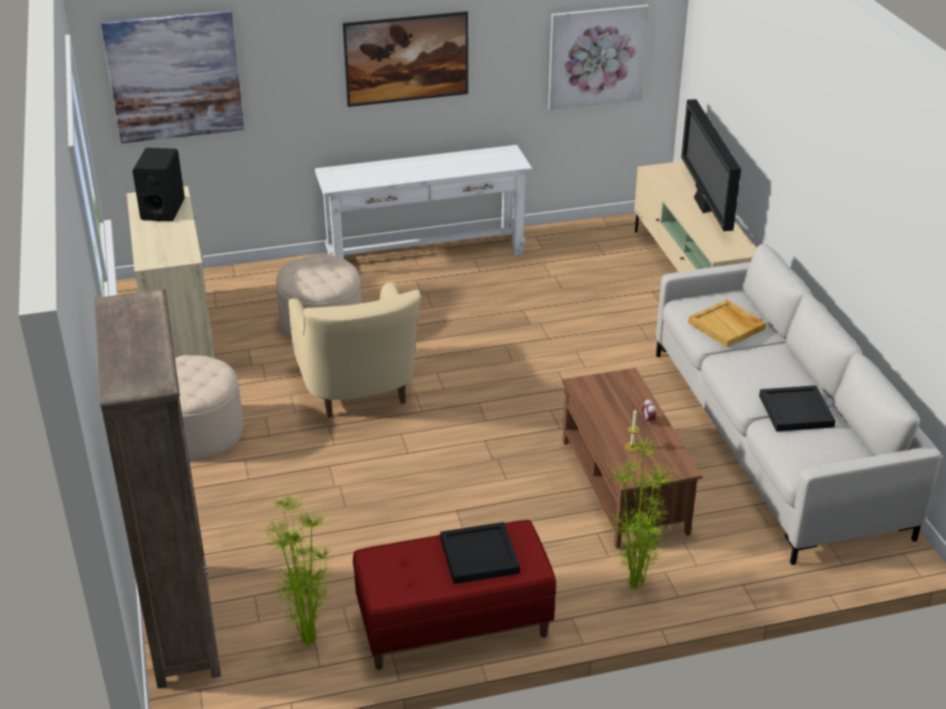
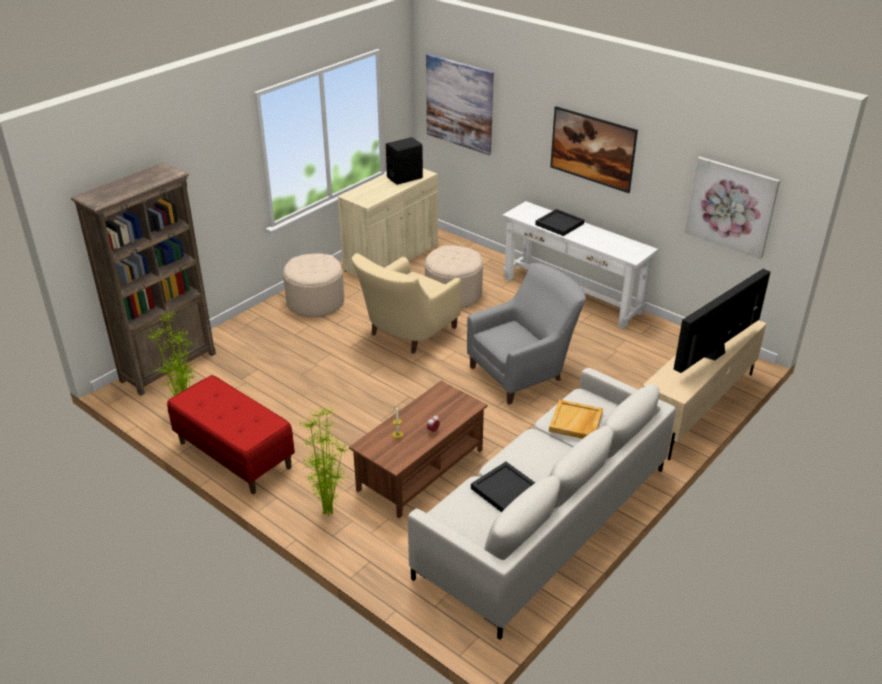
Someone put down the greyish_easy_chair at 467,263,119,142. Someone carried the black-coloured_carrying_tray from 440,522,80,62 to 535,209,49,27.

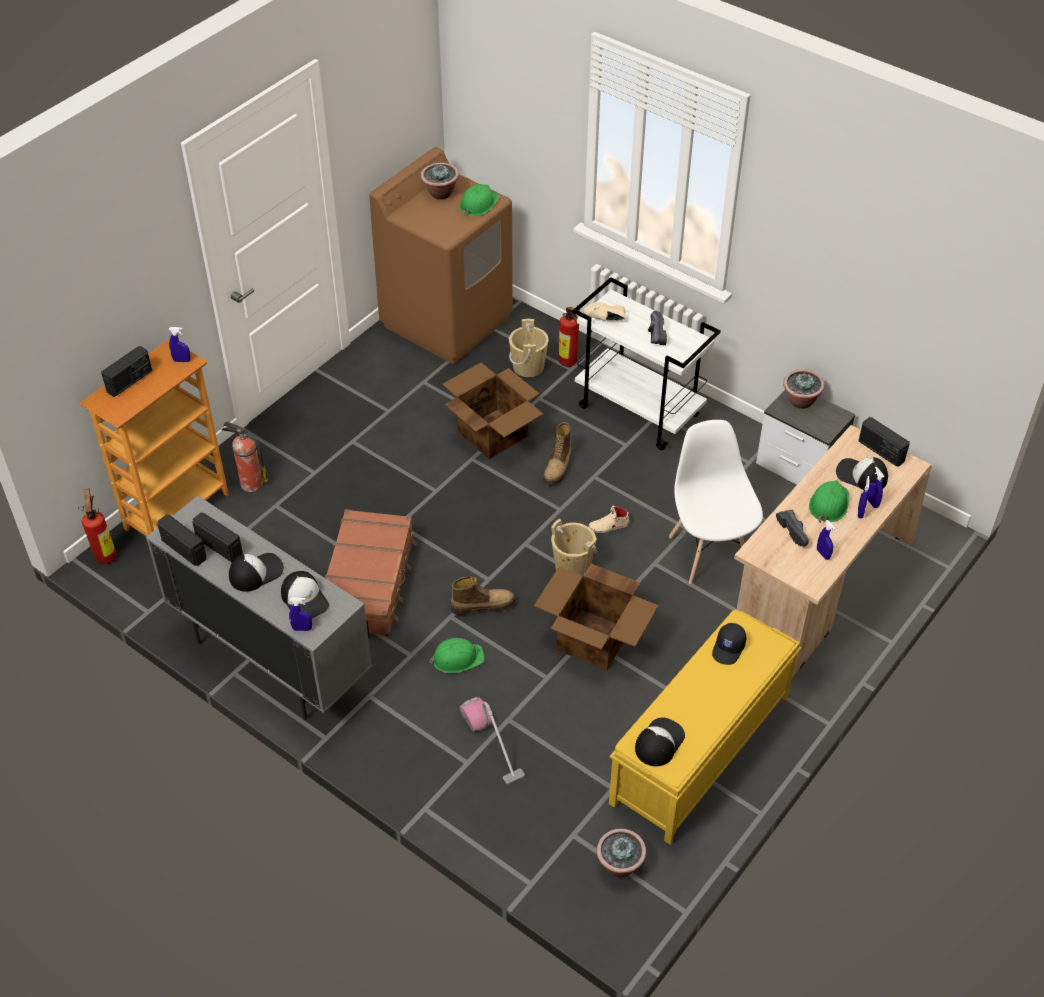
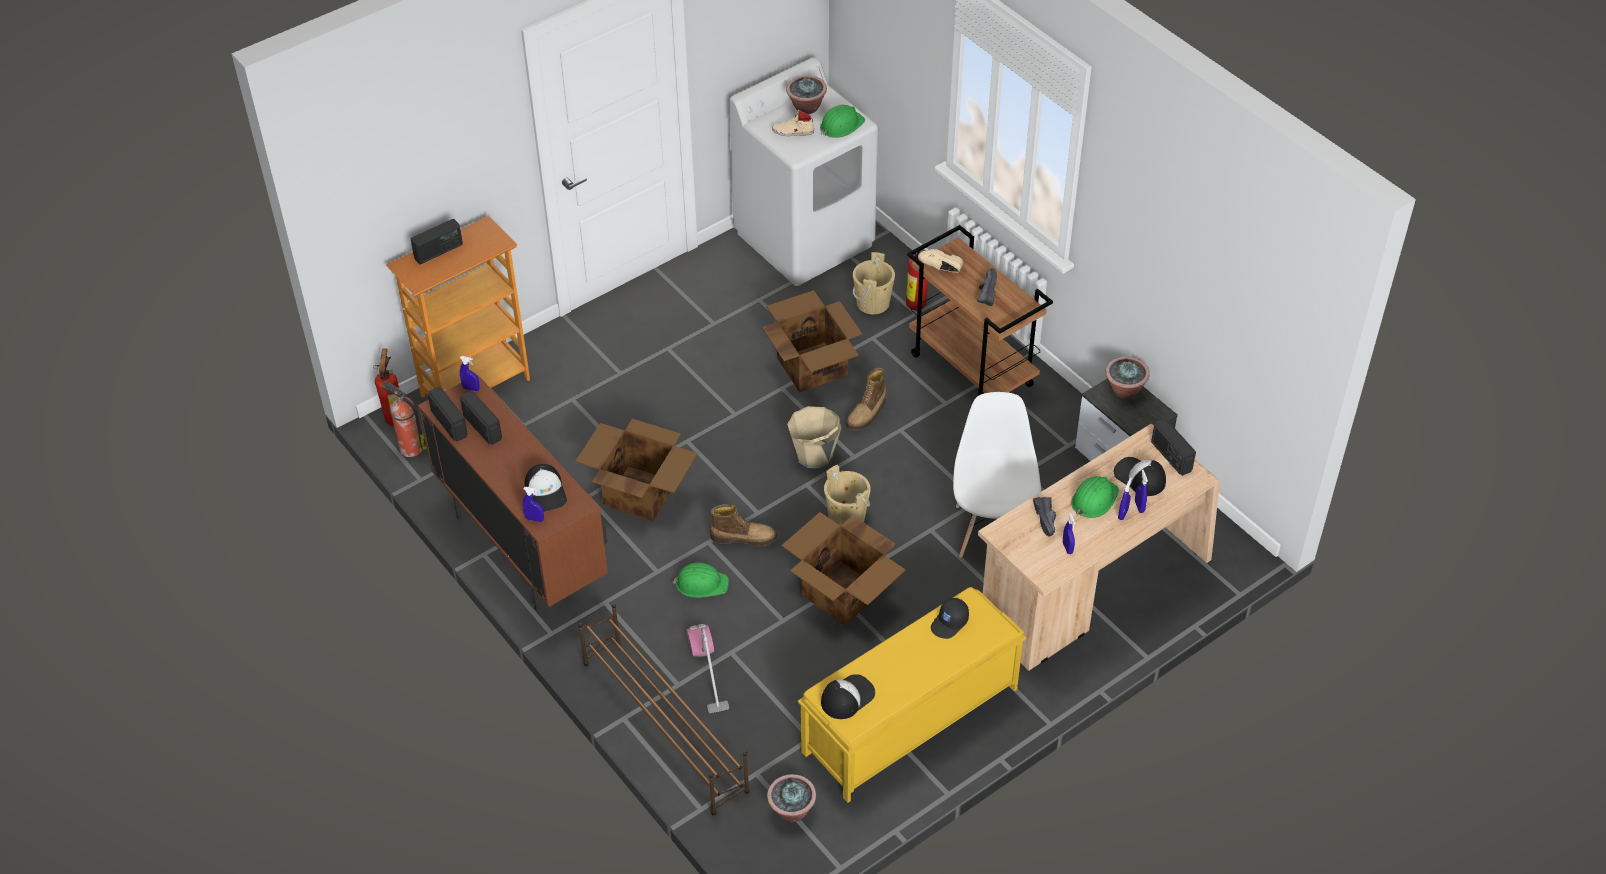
Someone took away the cap at 229,553,55,39. Someone put down the brown-coloured_shoe_shelf at 579,604,170,212. Someone put down the beige_bucket at 787,406,55,63. Someone carried the blue_sprayer from 169,327,22,35 to 460,356,20,36. Someone carried the fire_extinguisher from 222,421,46,71 to 381,381,46,76. Someone carried the beige_item_of_footwear from 588,506,42,27 to 772,110,42,26. Someone swapped the brown-coloured_piece_of_luggage at 324,509,93,127 for the cardboard_box at 575,419,123,102. Someone repainted the greyish_cabinet at 146,496,226,224, which became the brown-coloured_cabinet at 418,374,190,238. Someone repainted the brown-coloured_laundry_machine at 369,147,144,217, which became the white_laundry_machine at 730,58,148,228. Someone repainted the white_wheeled_cart at 573,277,148,173, which became the brown-coloured_wheeled_cart at 907,225,146,171.

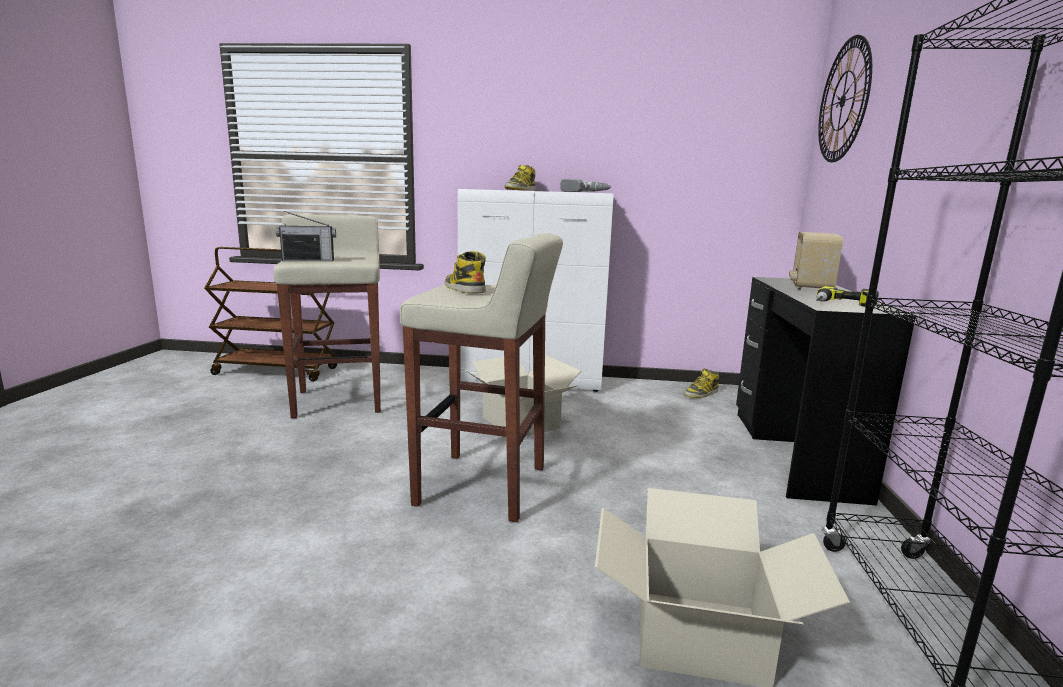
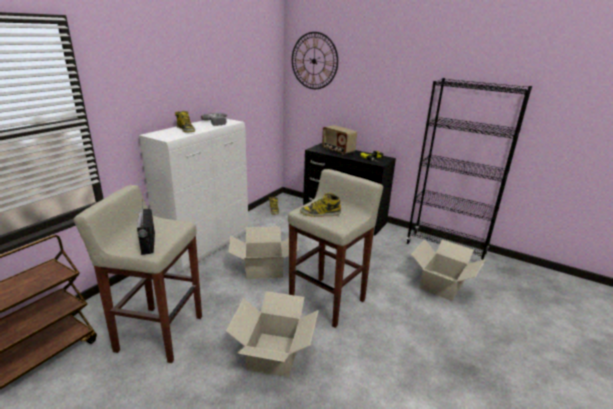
Someone put down the cardboard_box at 226,291,93,87. Someone rotated the radio_receiver at 276,211,60,50 by 150 degrees clockwise.

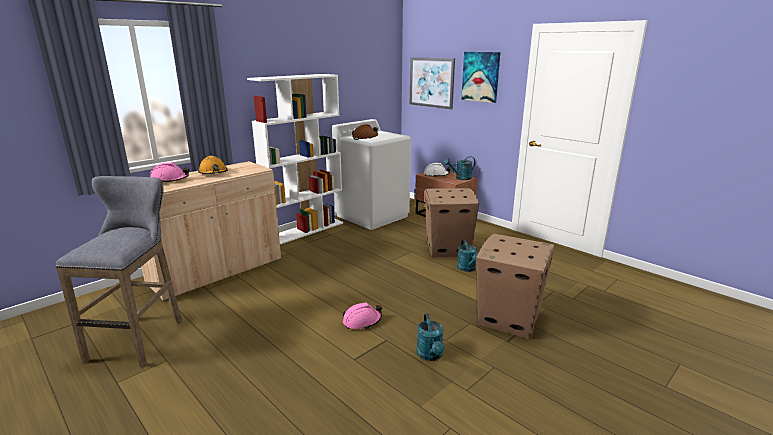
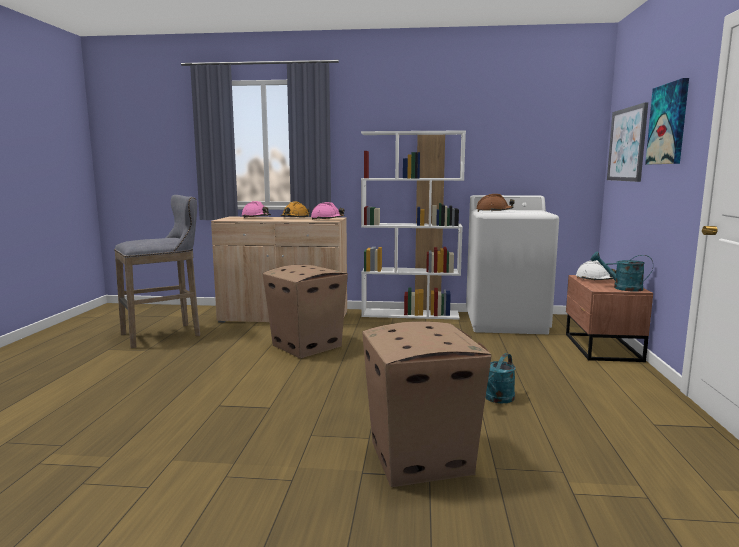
Someone took away the blue-green_sprinkling_can at 417,313,27,48. Someone carried the pink-coloured_hard_hat from 343,302,39,27 to 311,202,34,18. Someone carried the cardboard_box from 425,188,54,69 to 262,265,86,93.

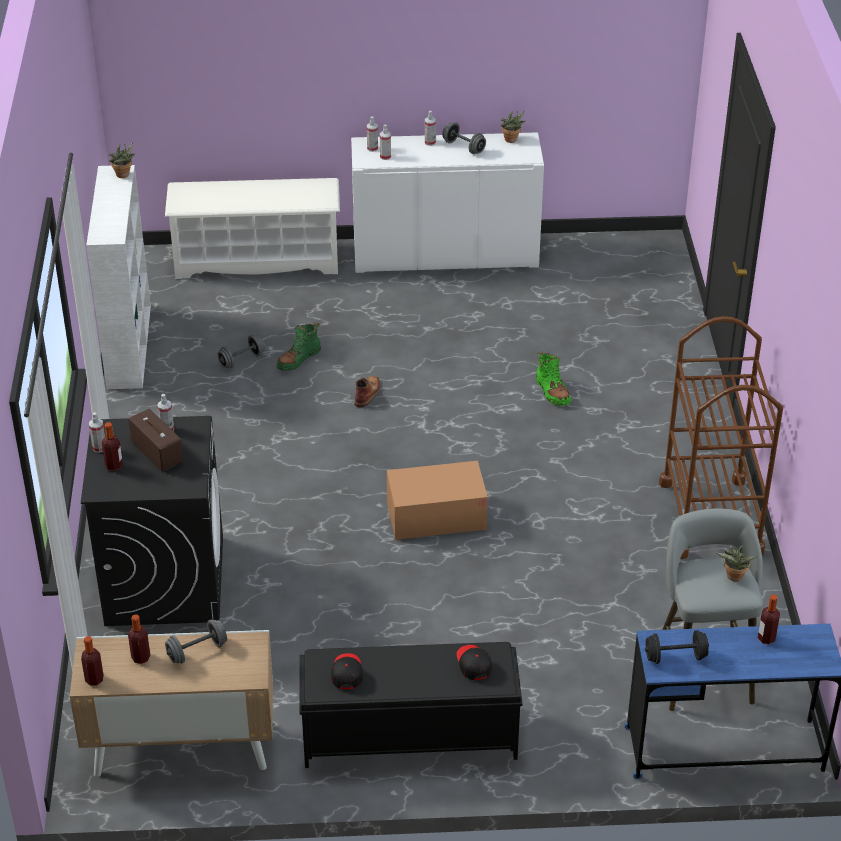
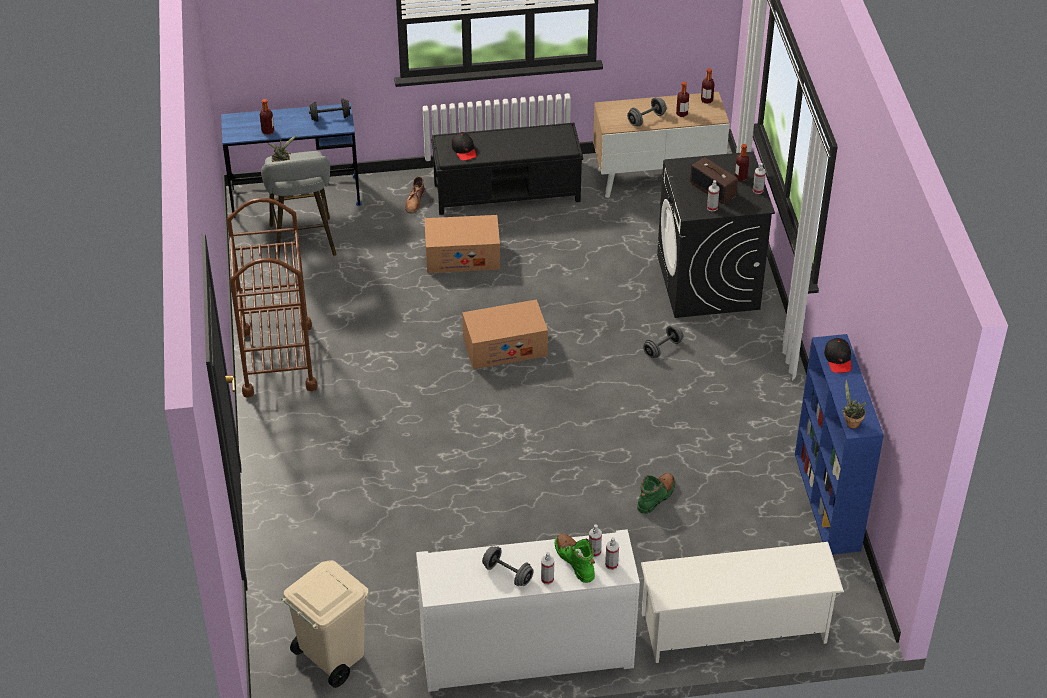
Someone took away the plant_in_a_pot at 501,111,24,32. Someone put down the beige_rubbish_bin at 281,560,88,128. Someone put down the cardboard_box at 424,215,76,58. Someone carried the greyish_dumbbell from 218,335,46,33 to 643,325,40,33. Someone carried the black-coloured_cap from 331,653,32,36 to 824,338,27,35. Someone carried the brown-coloured_high-top_boot from 354,375,27,33 to 405,177,20,37. Someone carried the green-coloured_high-top_boot from 536,351,35,55 to 555,534,40,49. Someone repainted the white_bookshelf at 86,165,65,224, which became the blue_bookshelf at 795,334,89,221.

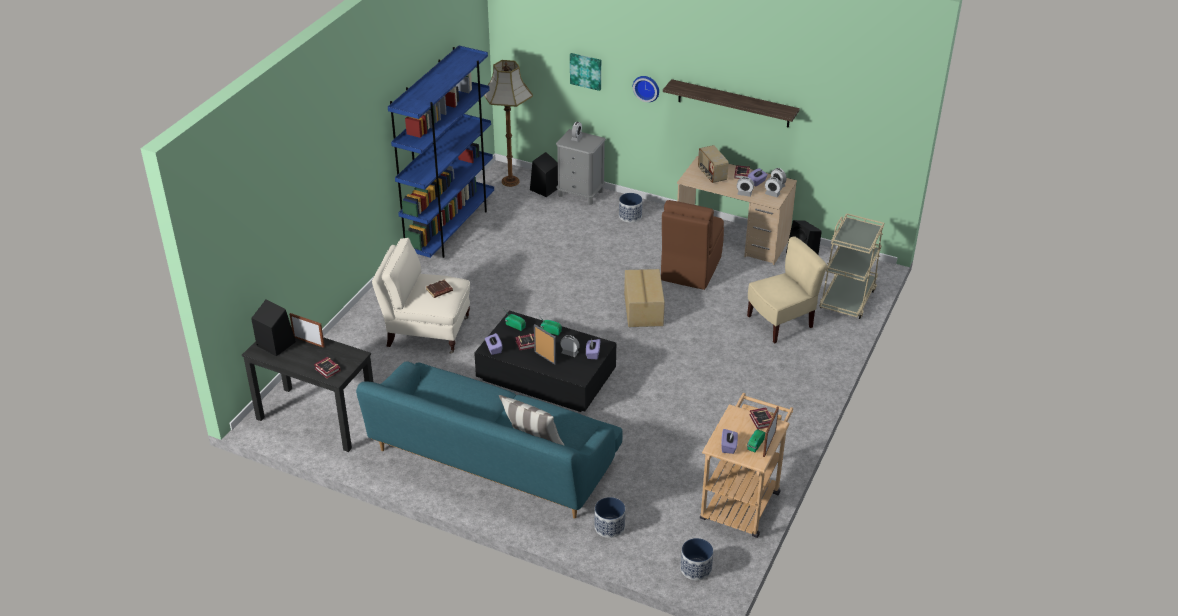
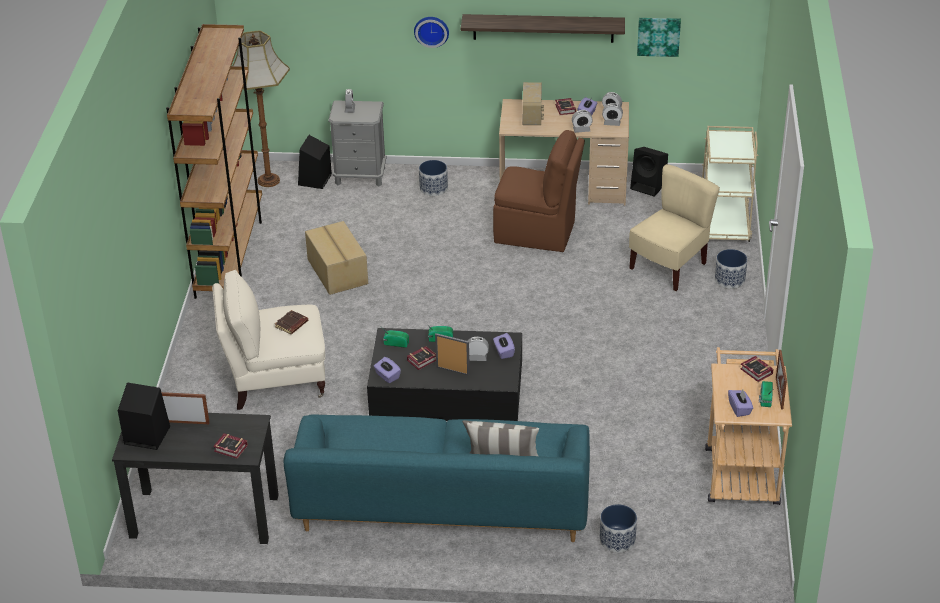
Someone carried the wall_picture from 570,53,31,38 to 637,18,44,39. Someone carried the cardboard_box from 624,269,41,58 to 305,221,63,74. Someone carried the flower_pot from 680,538,33,43 to 715,249,32,40. Someone repainted the blue_bookshelf at 388,45,106,213, which became the brown-coloured_bookshelf at 166,24,96,275. Someone rotated the brown-coloured_chair at 661,200,63,90 by 75 degrees counterclockwise. Someone rotated the radio_receiver at 698,145,31,38 by 135 degrees counterclockwise.

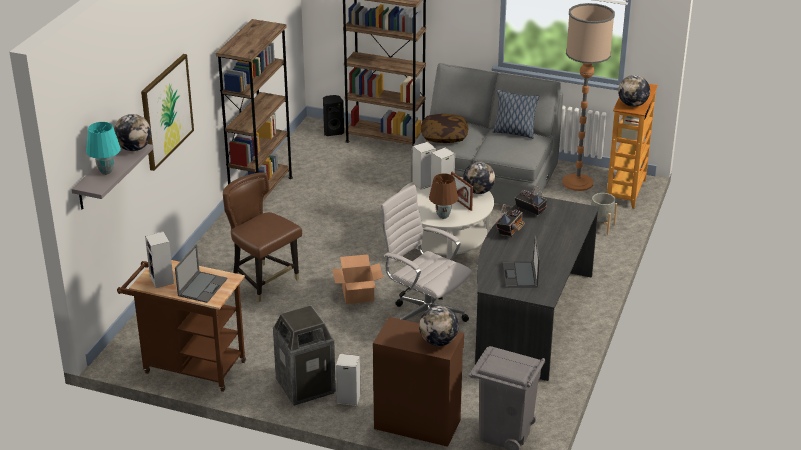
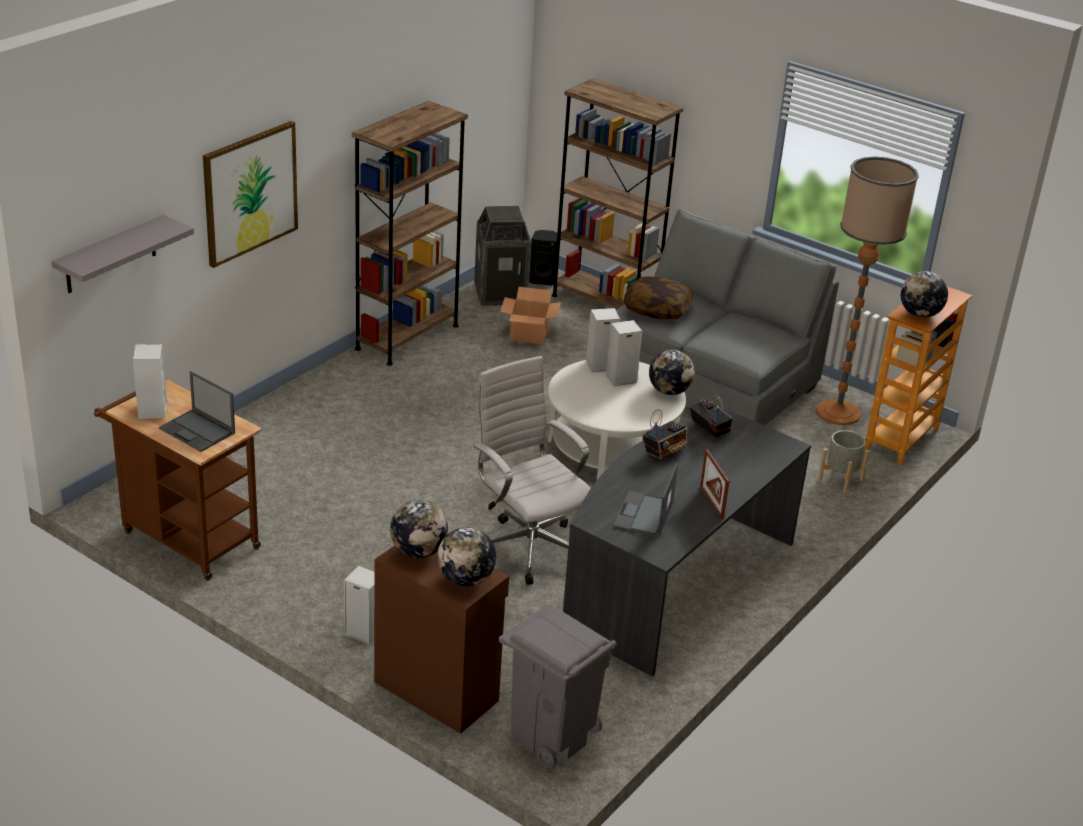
Someone took away the blue-green_lamp_for_a_table at 86,122,35,53. Someone took away the brown-coloured_chair at 223,172,79,130. Someone took away the brown-coloured_lamp_for_a_table at 429,173,29,46. Someone took away the throw_pillow at 493,90,46,49. Someone carried the globe from 114,114,37,37 to 390,500,58,58. Someone carried the rubbish_bin from 273,305,63,101 to 474,206,58,100. Someone carried the cardboard_box from 332,254,51,50 to 500,287,61,57. Someone carried the standing_frame from 451,172,22,39 to 700,449,30,70. Someone rotated the portable_computer at 175,245,52,58 by 90 degrees clockwise.

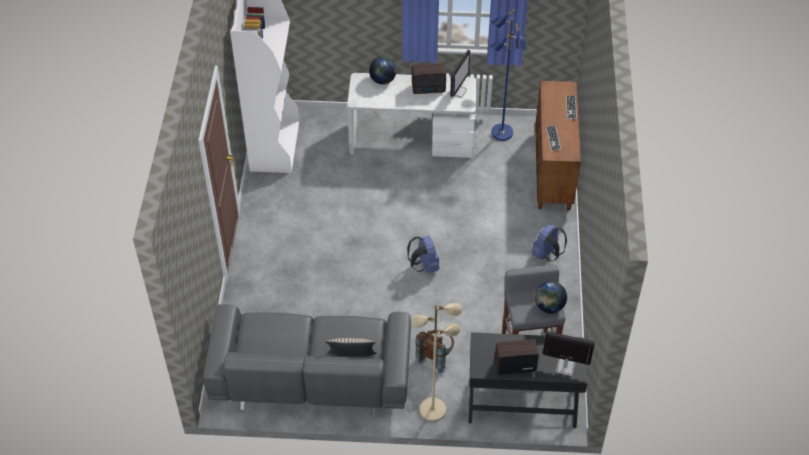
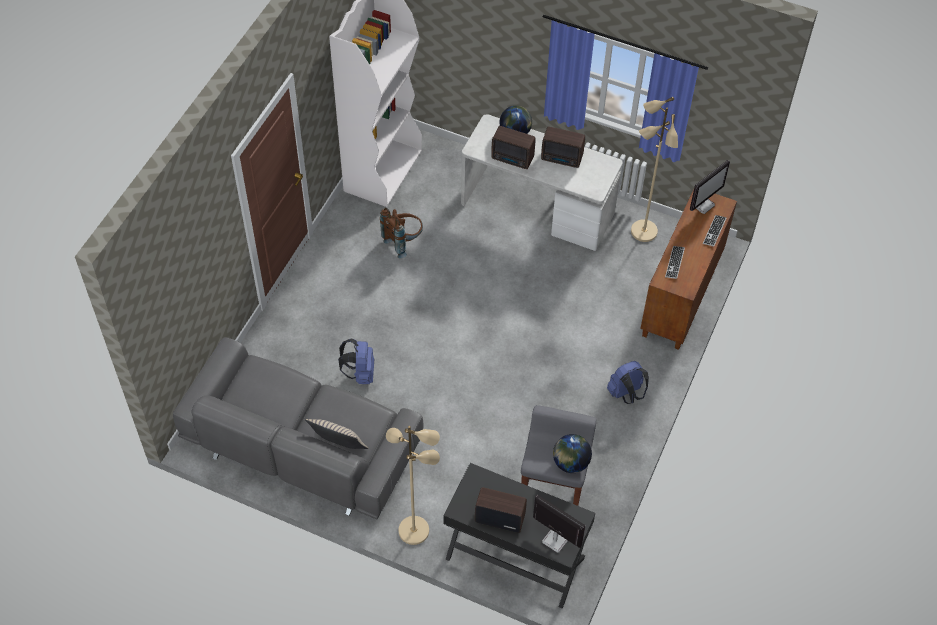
Someone put down the radio_receiver at 491,126,44,43. Someone carried the blue_rucksack from 407,236,32,37 to 338,339,36,45. Someone carried the brown-coloured_rucksack from 416,329,38,44 to 380,208,43,50. Someone carried the monitor from 449,50,21,48 to 690,160,40,54. Someone repainted the blue_floor_lamp at 490,9,37,132, which became the beige_floor_lamp at 631,97,47,145.

